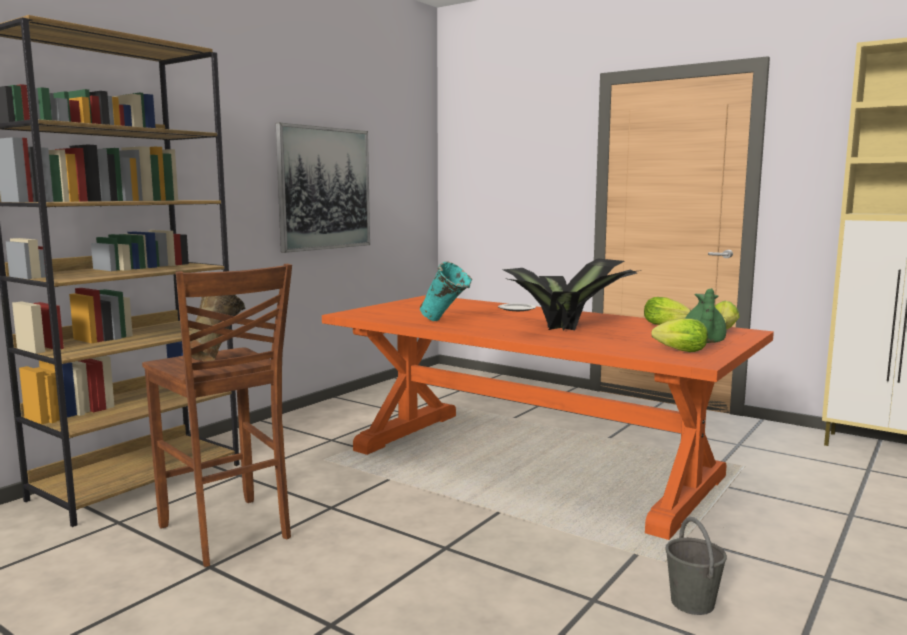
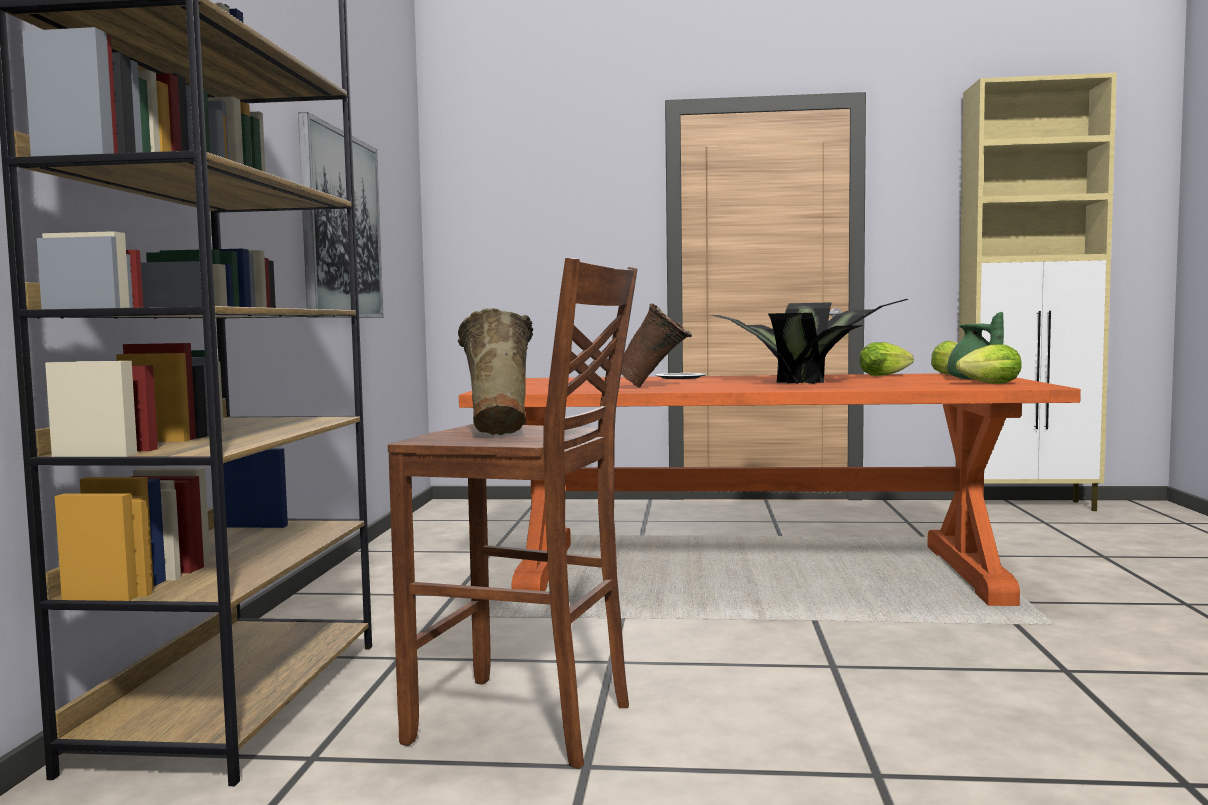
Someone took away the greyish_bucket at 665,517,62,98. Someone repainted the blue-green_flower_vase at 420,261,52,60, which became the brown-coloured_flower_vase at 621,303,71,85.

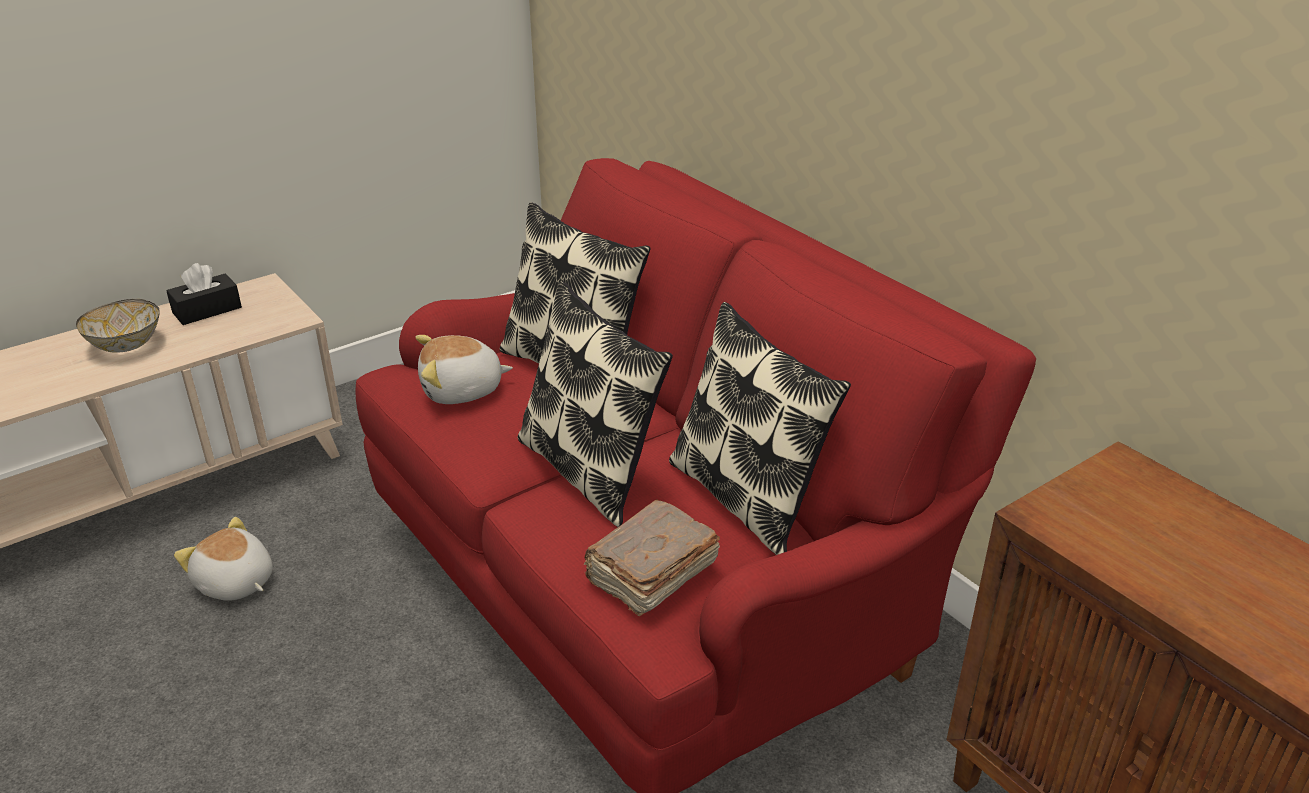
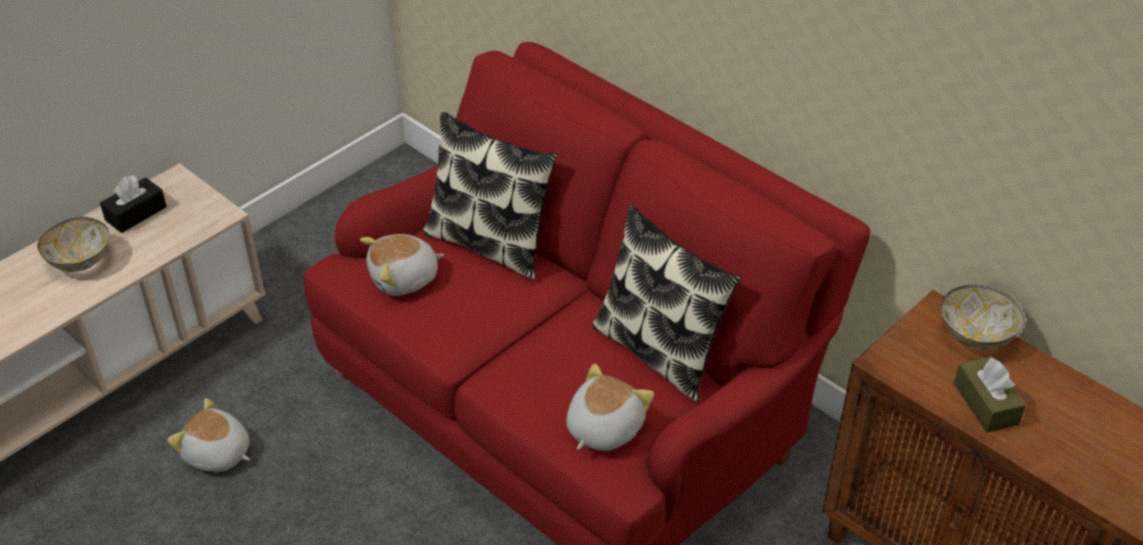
Someone took away the throw_pillow at 518,281,155,246. Someone put down the bowl at 940,285,84,65. Someone put down the brown-coloured_tissue_box at 954,356,72,77. Someone swapped the brown-coloured_book at 584,500,136,116 for the soft_toy at 566,363,88,88.

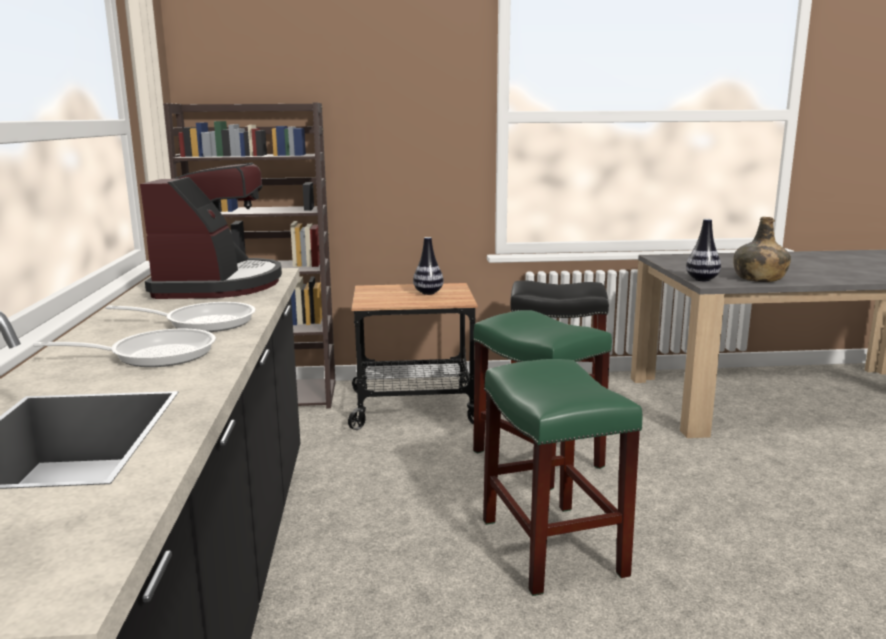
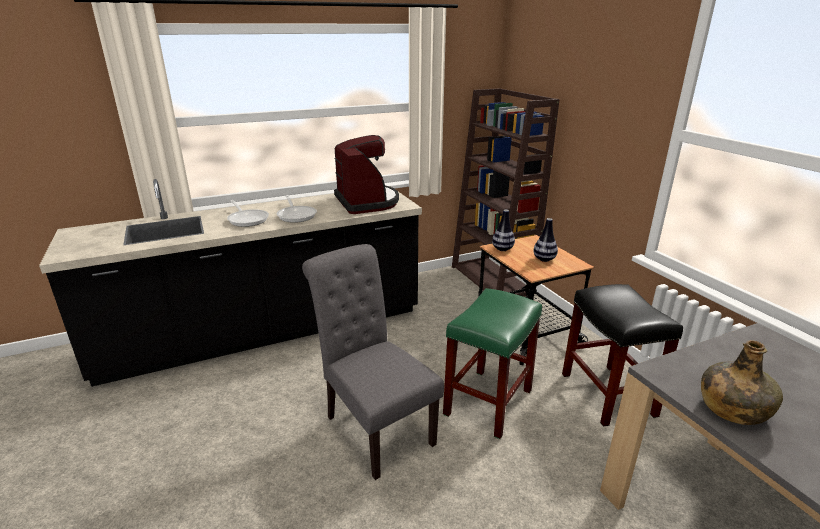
Someone carried the flower_vase from 686,219,35,62 to 492,210,23,41. Someone swapped the green-coloured_sitting_stool at 483,359,160,237 for the greyish_chair at 302,244,142,236. Someone rotated the coffee_brewer at 140,163,142,136 by 90 degrees counterclockwise.

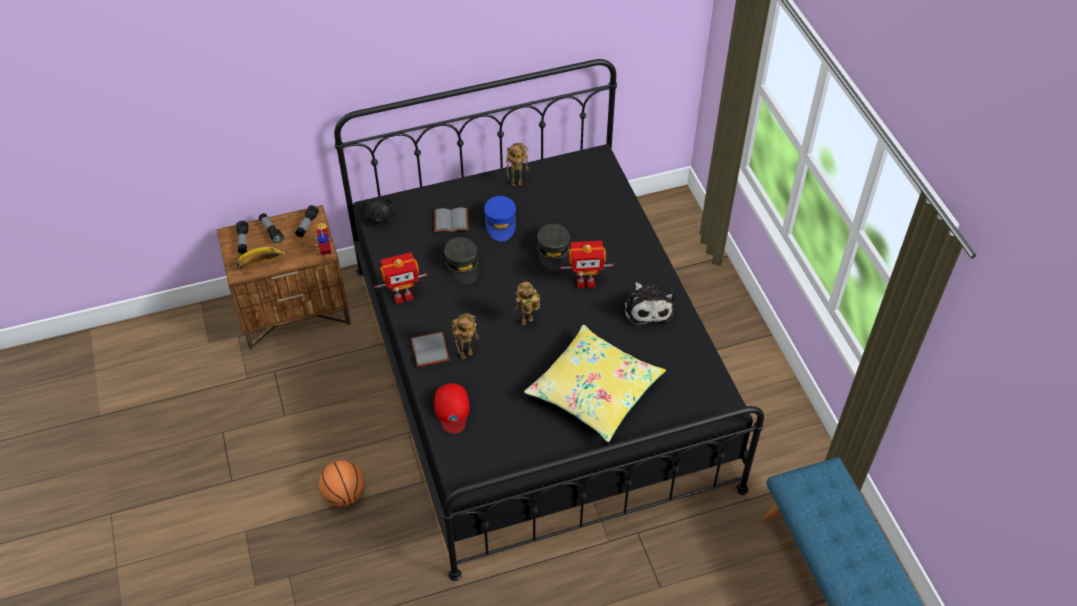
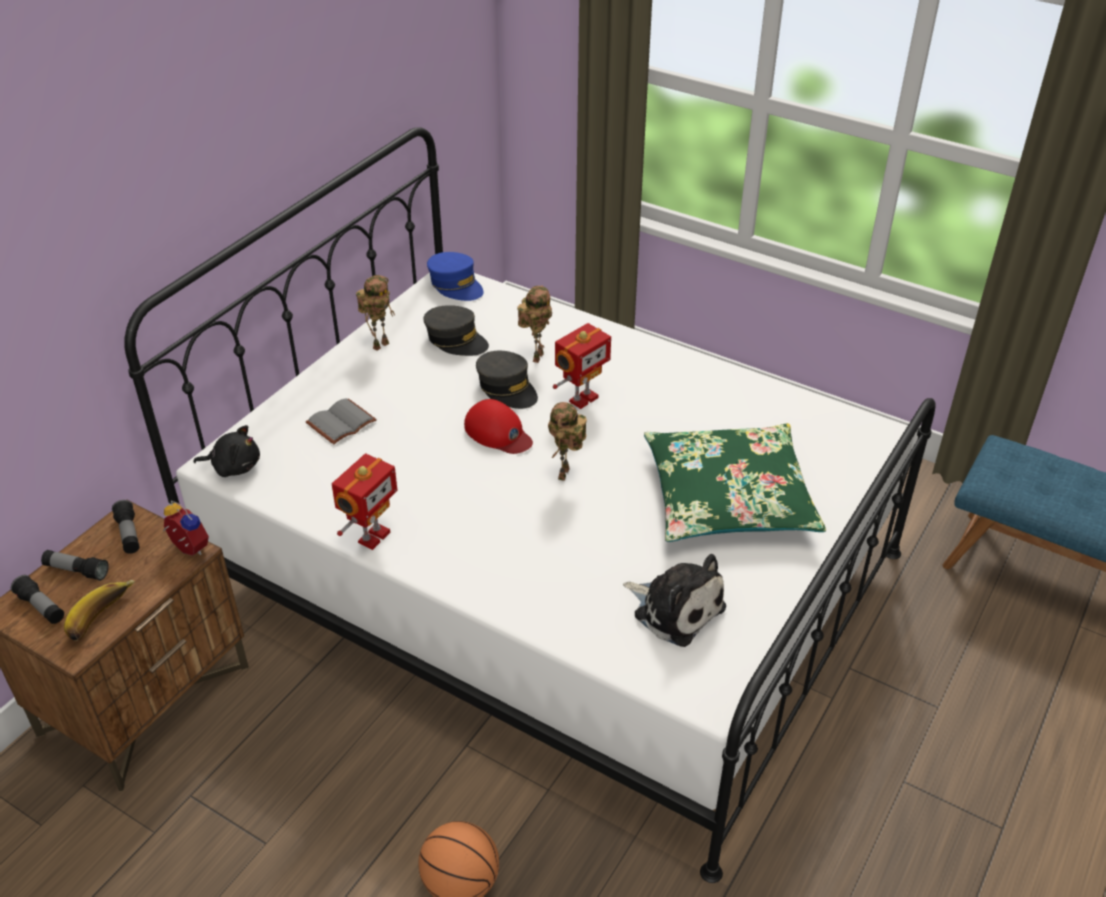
Someone took away the greyish_book at 411,332,38,35. Someone carried the red-coloured_cap from 434,383,36,51 to 464,399,69,55. Someone carried the greyish_cap from 444,237,35,47 to 423,305,66,51. Someone carried the robot_figure from 451,313,28,46 to 518,285,34,78. Someone carried the blue_cap from 484,196,32,46 to 427,252,57,49. Someone carried the soft_toy from 624,282,51,44 to 623,554,103,93. Someone repainted the black-coloured_bed at 334,59,430,522, which became the white_bed at 124,127,812,756. Someone repainted the yellowish_throw_pillow at 524,325,142,117, which became the green-coloured_throw_pillow at 644,423,182,119.

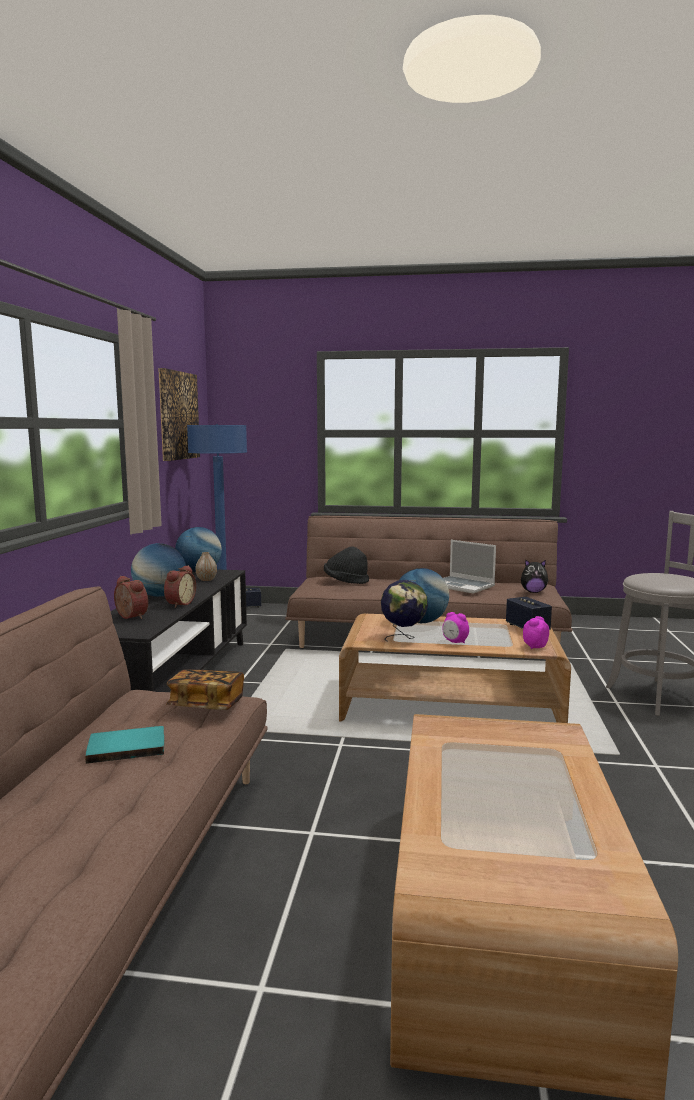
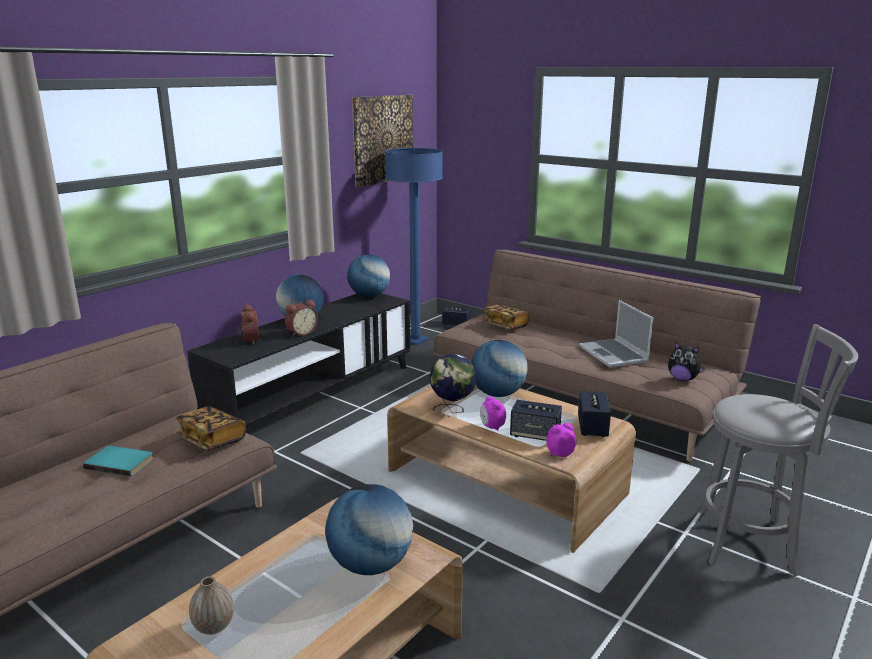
Someone put down the globe at 325,484,88,91. Someone put down the speaker at 510,400,52,41. Someone carried the flower_vase from 196,552,21,29 to 189,576,45,59. Someone swapped the black-coloured_hat at 324,547,45,37 for the book at 482,304,48,26.

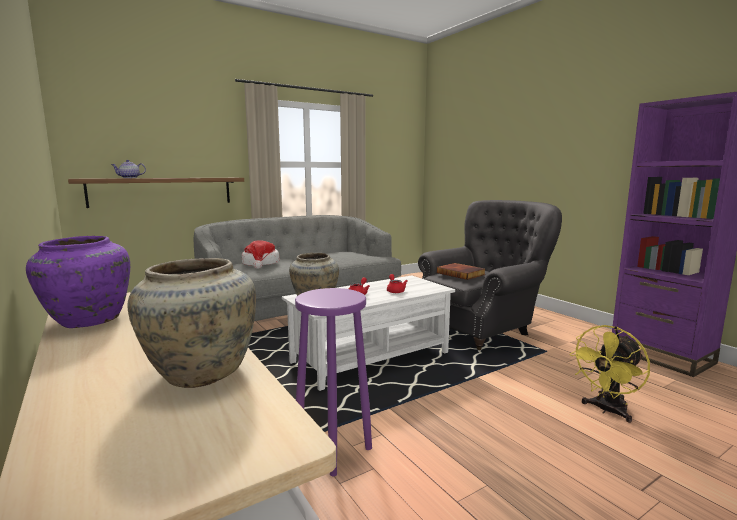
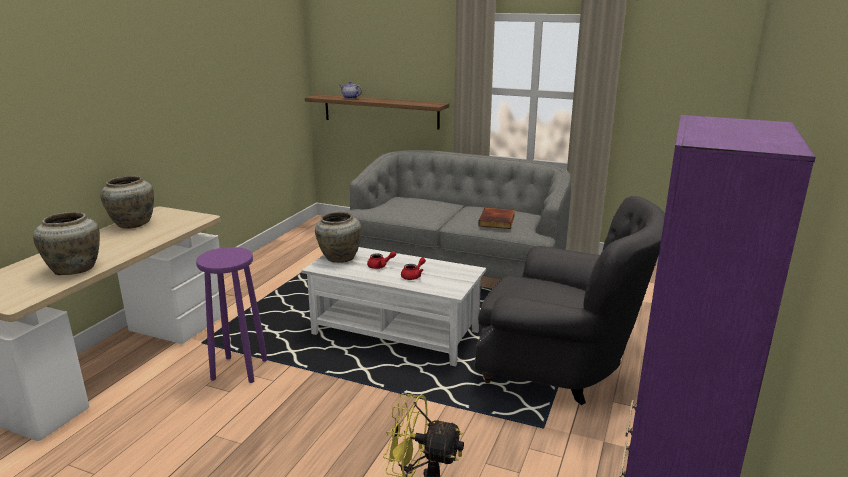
Someone took away the hat at 242,240,37,29. Someone carried the book from 437,263,48,17 to 478,208,37,21. Someone repainted the purple-coloured_flower_vase at 26,236,104,92, which became the beige_flower_vase at 100,176,54,53.

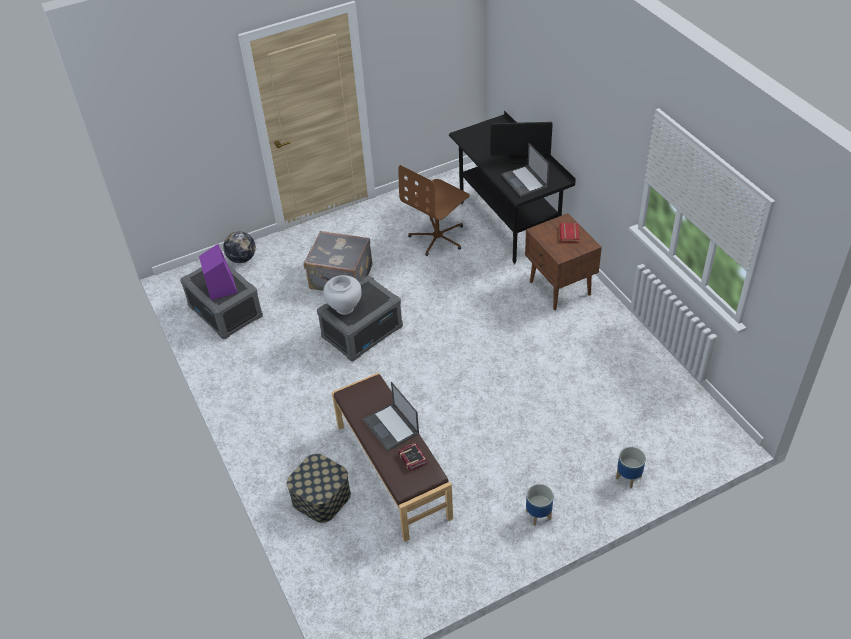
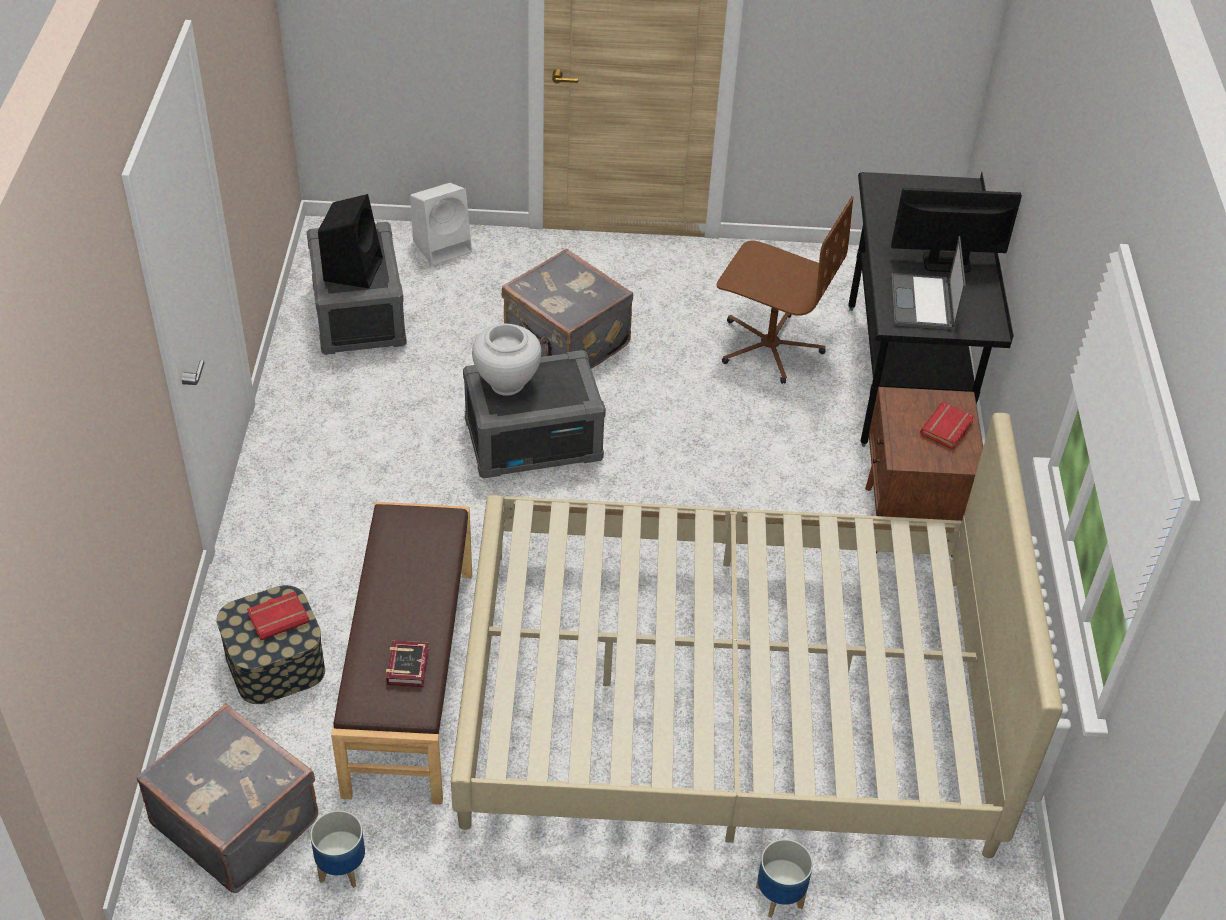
Someone took away the portable_computer at 363,382,56,69. Someone put down the greyish_piece_of_luggage at 137,704,181,189. Someone put down the red-coloured_book at 247,591,63,49. Someone put down the beige_bed at 451,413,612,445. Someone carried the flower_pot from 526,484,27,42 to 310,810,55,78. Someone swapped the globe at 223,231,33,32 for the white_speaker at 410,183,62,82. Someone repainted the purple-coloured_speaker at 199,244,38,56, which became the black-coloured_speaker at 318,194,65,94. Someone rotated the brown-coloured_desk_chair at 398,165,72,91 by 135 degrees counterclockwise. Someone rotated the monitor at 491,122,62,42 by 150 degrees clockwise.

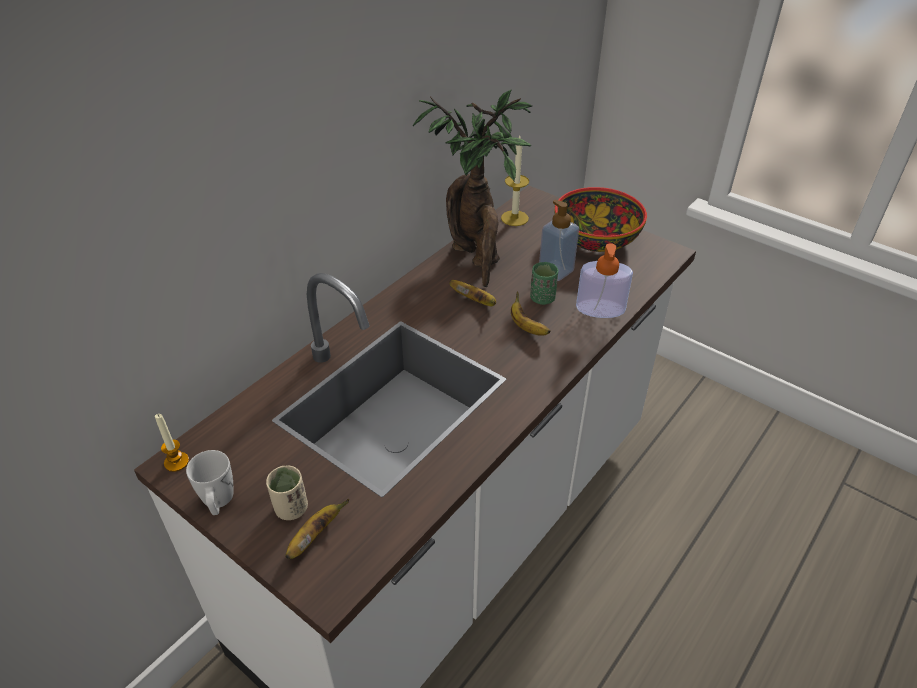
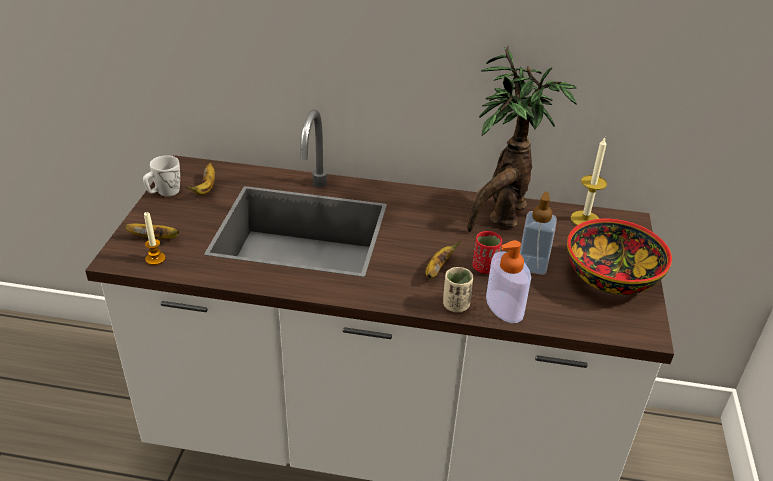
Someone carried the candle from 155,414,34,58 to 144,212,22,53. Someone carried the beige_drinking_cup from 266,465,42,55 to 443,267,30,45. Someone carried the banana_fruit from 449,280,47,26 to 187,163,28,32. Someone repainted the green-coloured_drinking_cup at 530,262,29,43, which became the red-coloured_drinking_cup at 472,231,30,43.

